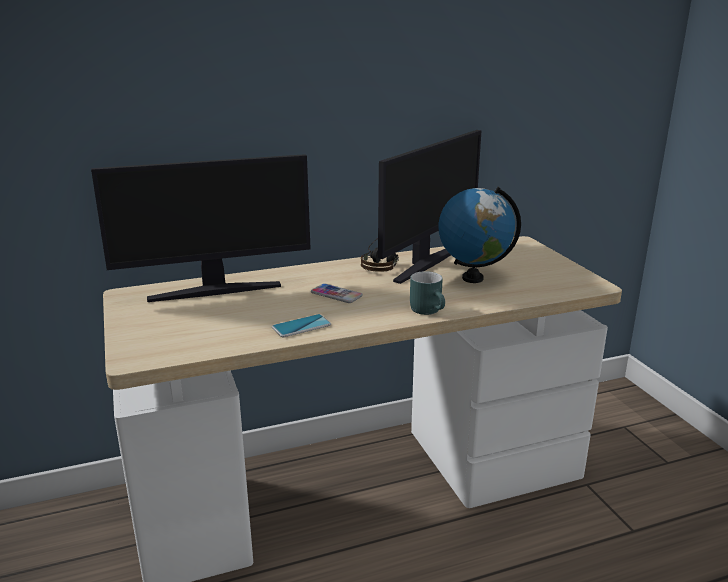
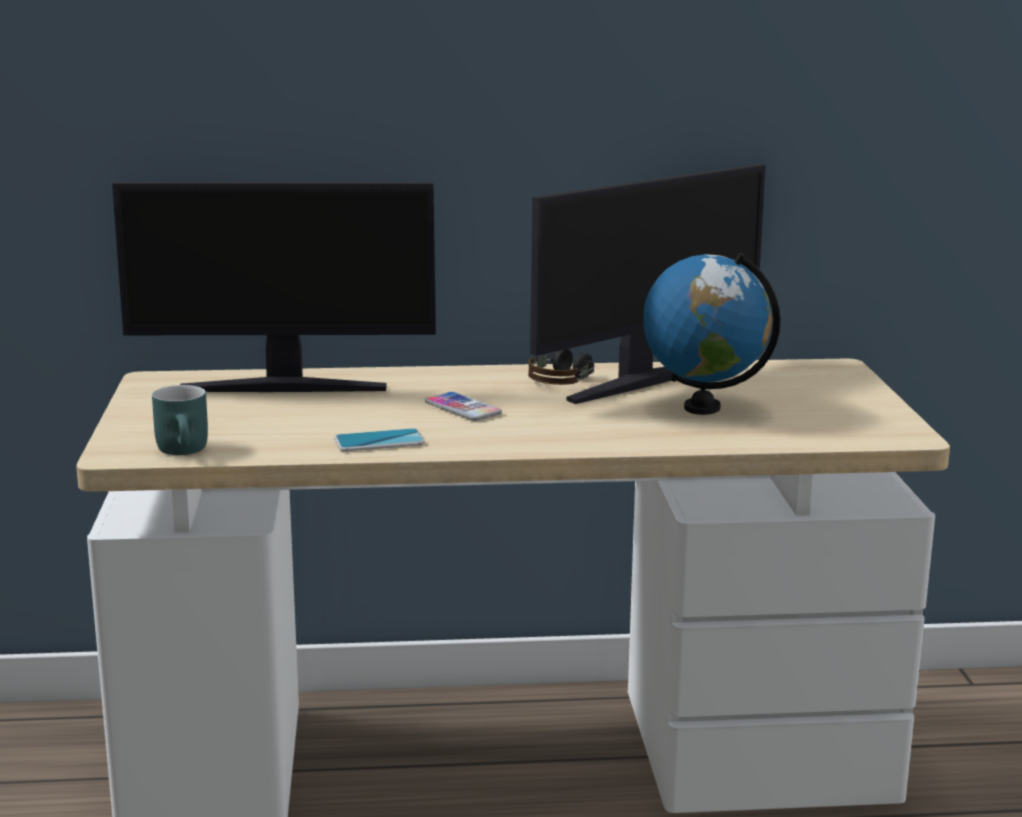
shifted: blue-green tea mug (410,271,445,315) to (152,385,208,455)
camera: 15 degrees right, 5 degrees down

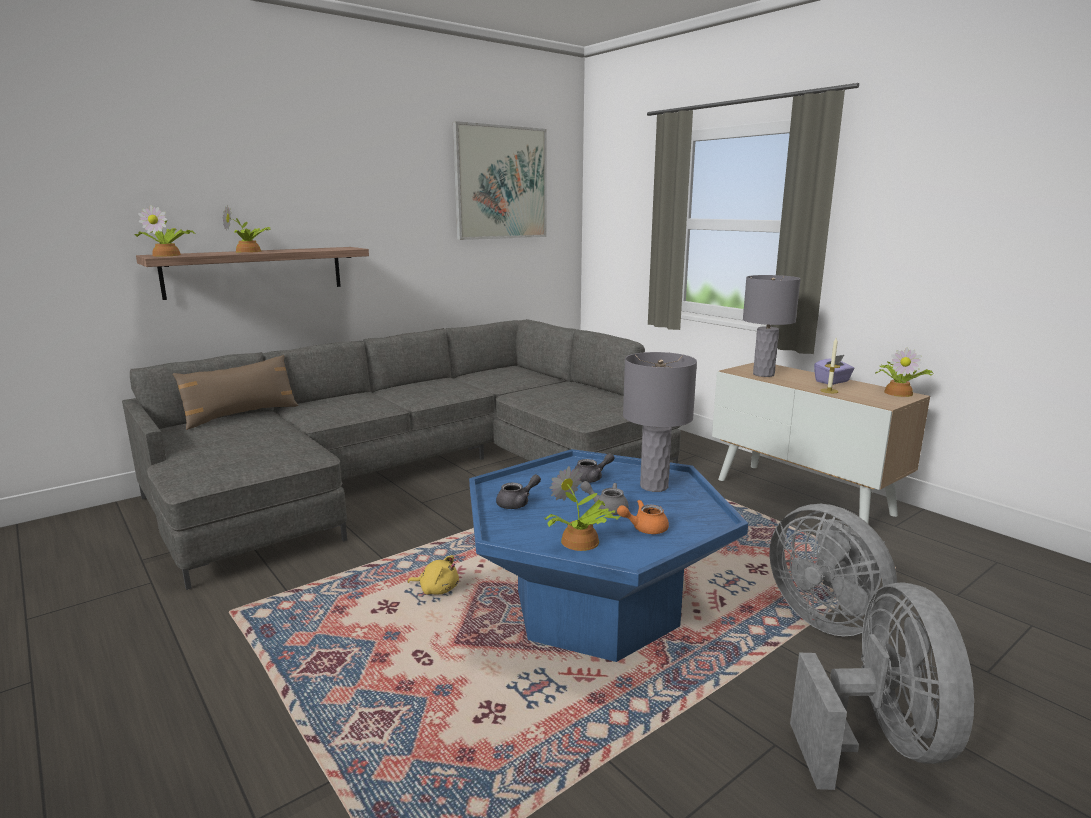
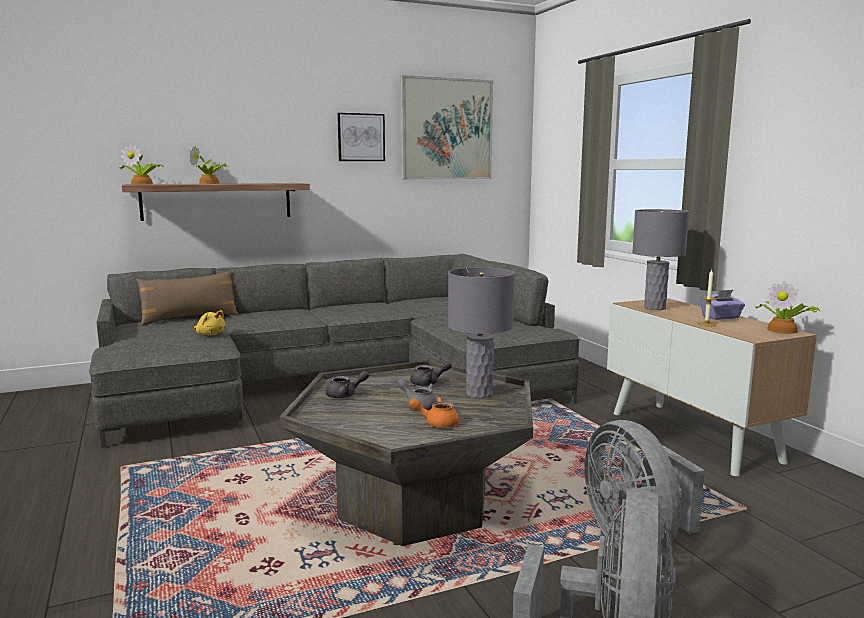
gone: plant in a pot (544,466,620,551)
new: wall picture (337,113,385,161)
shifted: yellowish cuddly toy (408,555,459,595) to (194,310,226,335)
repainted: blue-coloured low table (469,449,748,662) to gray low table (280,360,533,546)
camera: 15 degrees right, 5 degrees down

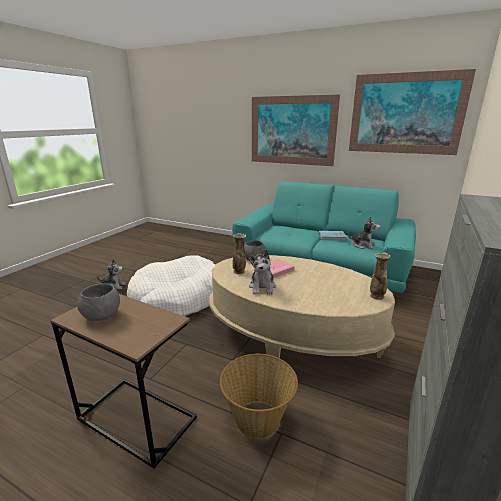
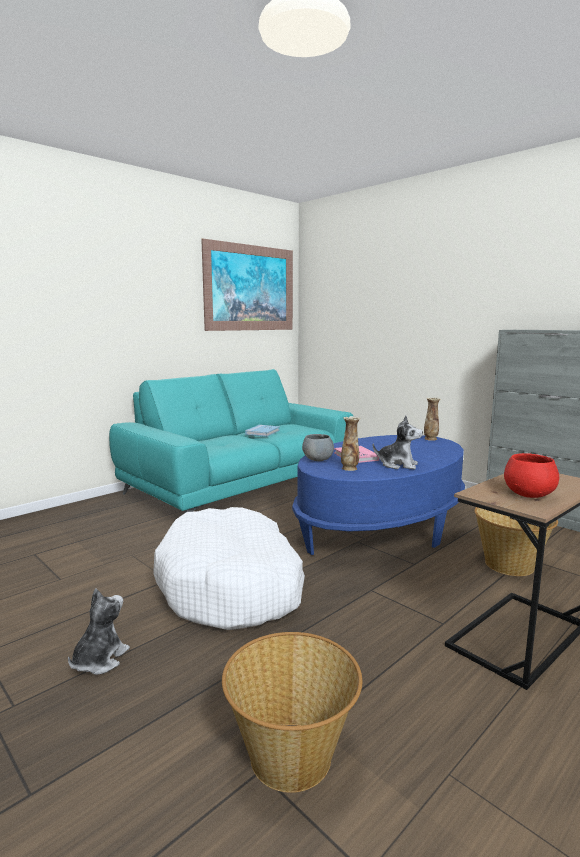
gone: wall picture (252,94,340,166); cuddly toy (348,216,381,249)
new: household basket (222,632,362,793)
repainted: sand-coloured low table (209,255,395,358) to blue-coloured low table (292,435,465,555); gray deep dish (77,284,120,321) to red deep dish (504,453,559,498)
camera: 70 degrees left, 10 degrees down

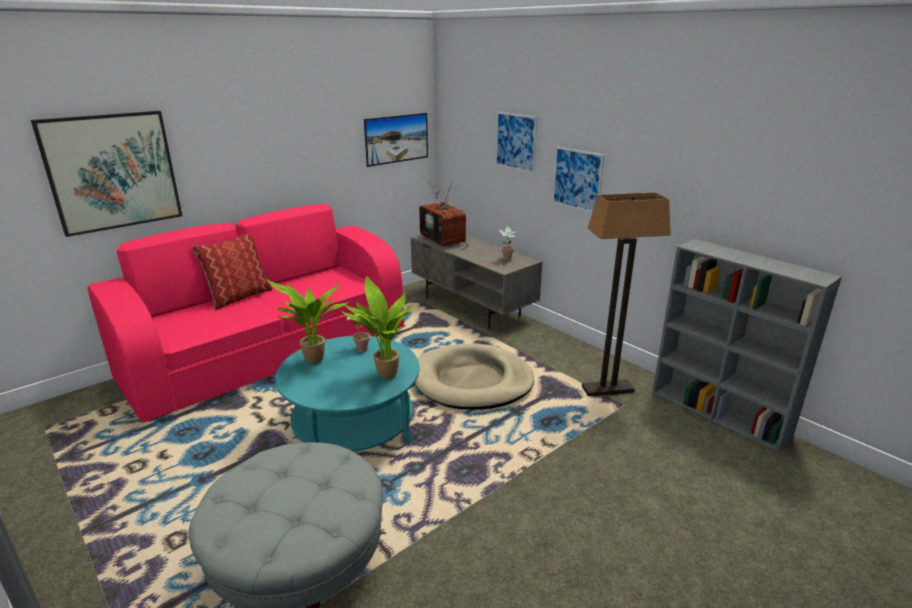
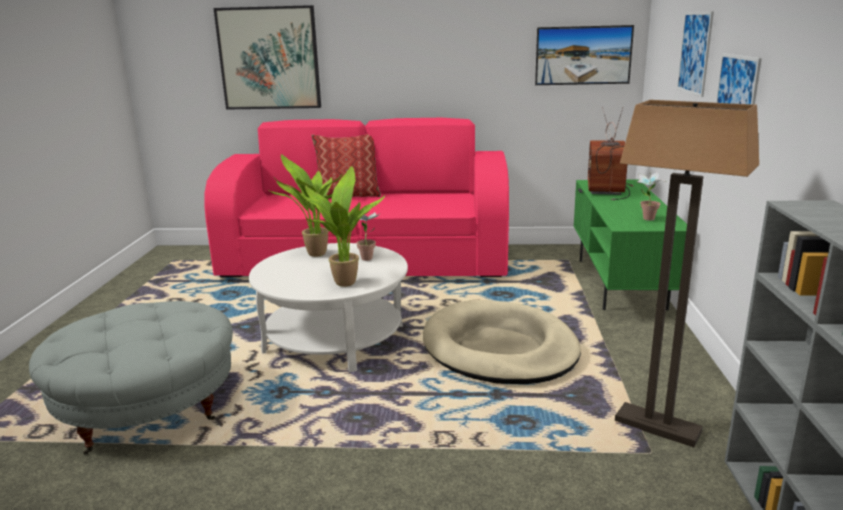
repainted: gray tv stand (410,235,543,330) to green-coloured tv stand (574,179,687,310); blue-green low table (275,336,420,452) to white low table (249,243,408,372)
camera: 45 degrees right, 5 degrees down

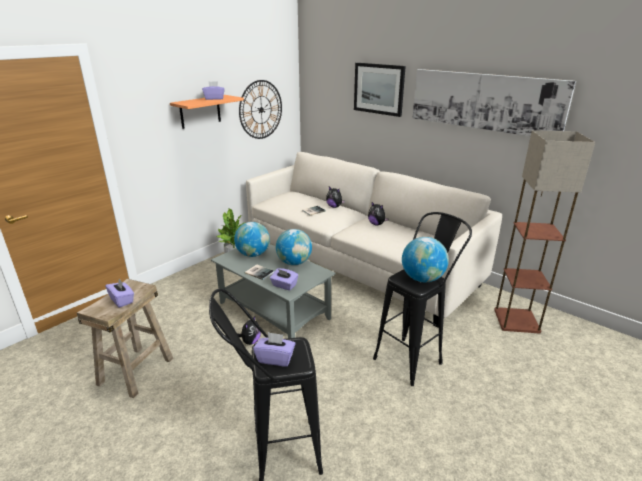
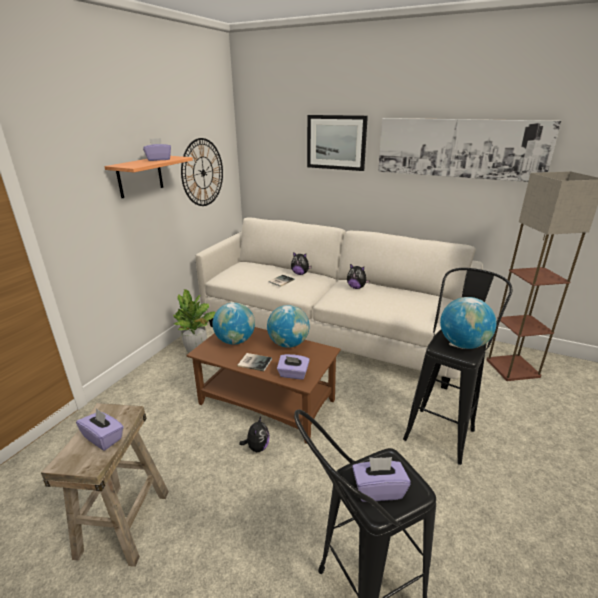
repainted: gray low table (211,244,336,338) to brown-coloured low table (186,327,341,444)
camera: 15 degrees left, 0 degrees up

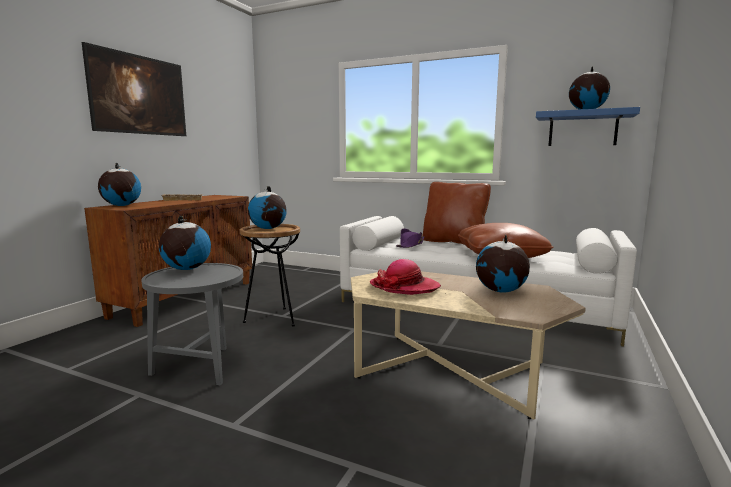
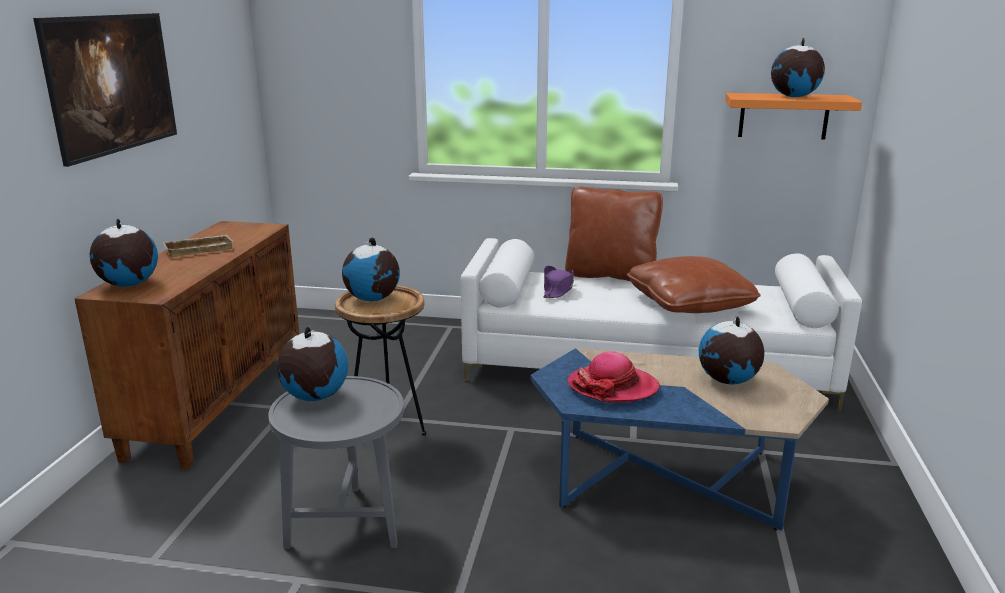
repainted: blue-coloured wall shelf (536,107,640,146) to orange-coloured wall shelf (725,93,862,139); sand-coloured low table (351,270,586,420) to blue-coloured low table (530,348,829,531)
camera: 15 degrees left, 10 degrees up

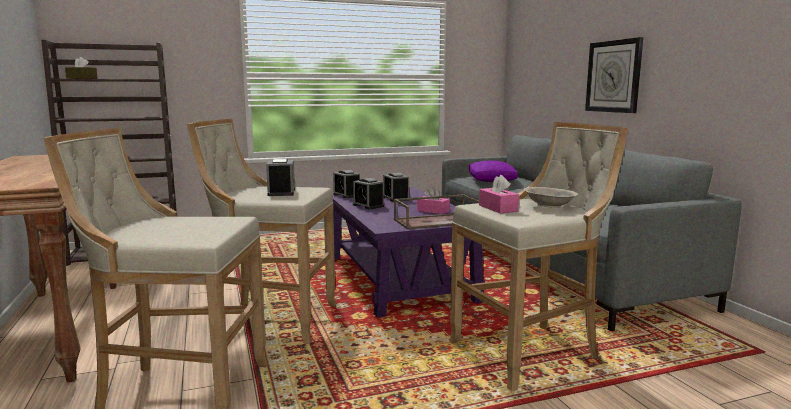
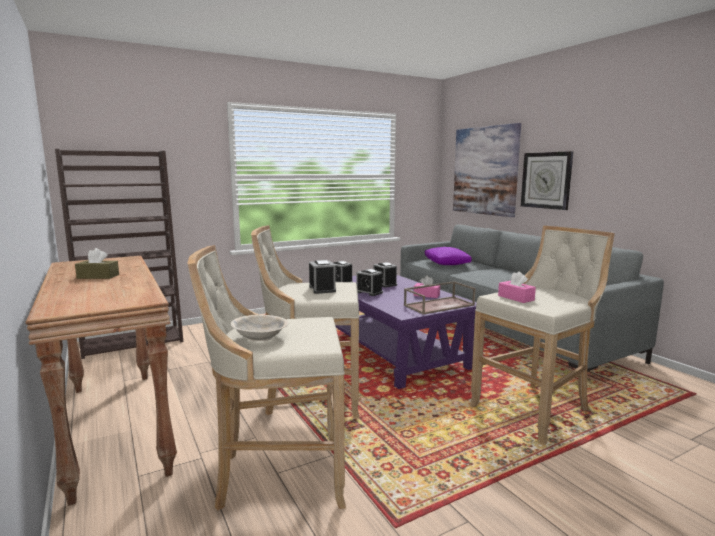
new: wall picture (453,123,521,217)
shifted: brown-coloured tissue holder (65,57,98,79) to (75,248,119,279); sand-coloured deep dish (524,187,578,208) to (231,315,288,341)
camera: 10 degrees left, 0 degrees up

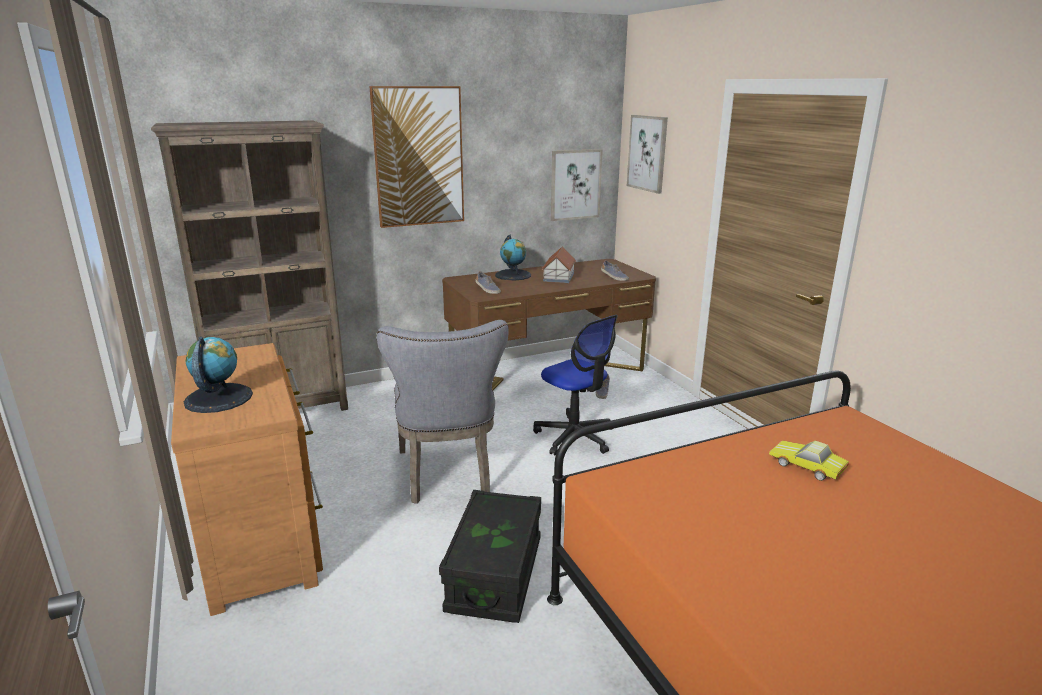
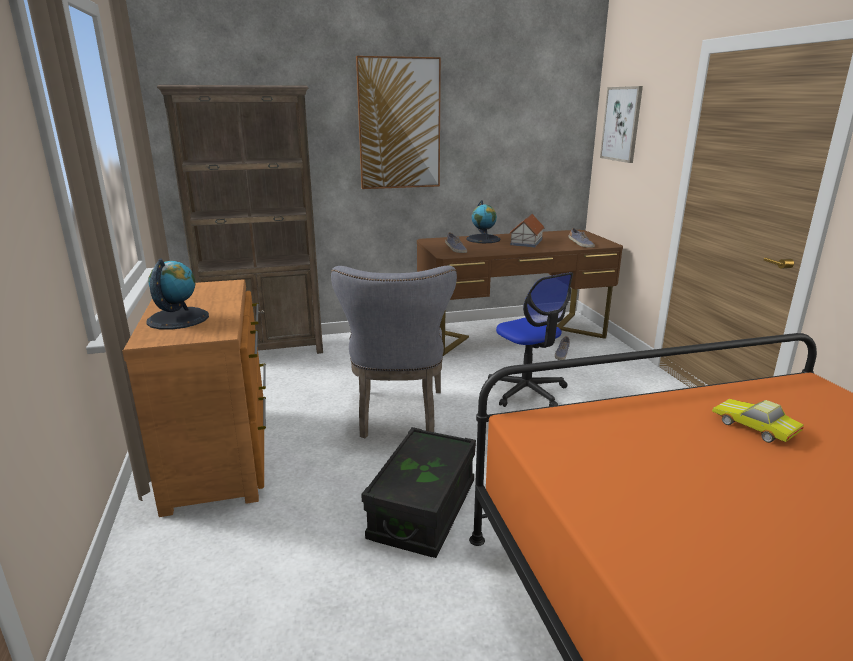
gone: wall picture (551,149,603,221)
camera: 10 degrees right, 0 degrees up

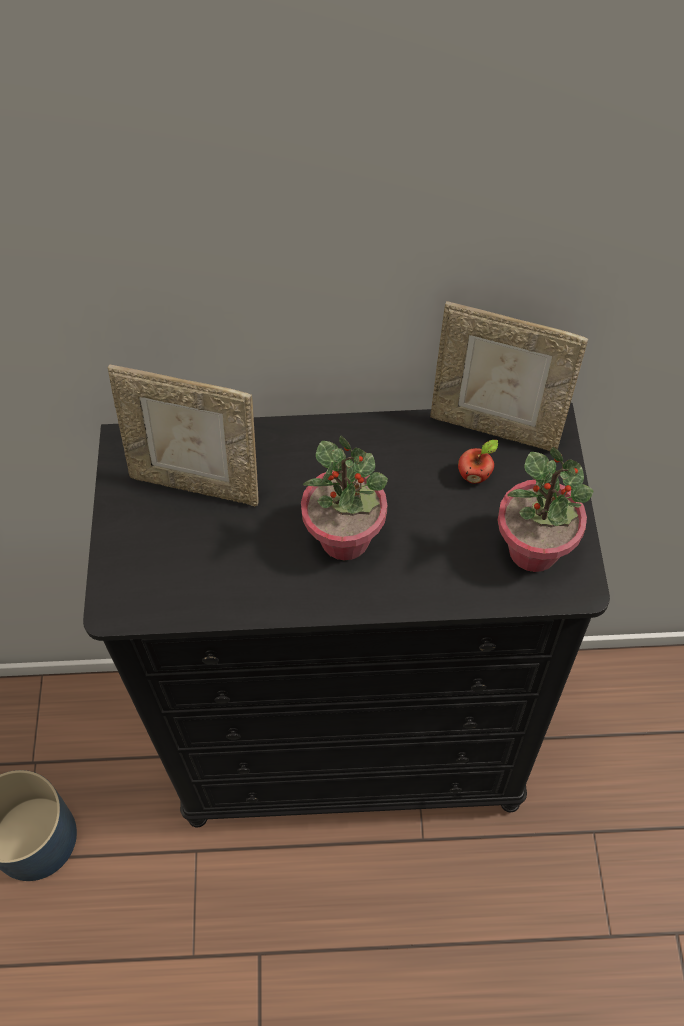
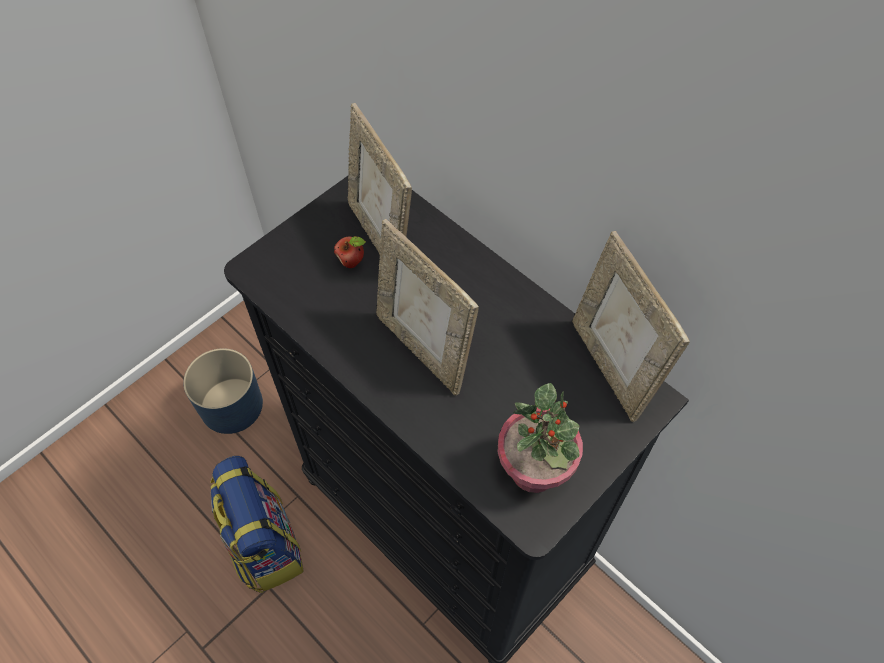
new: rucksack (210,456,304,593)
shifted: whole apple (458,440,498,483) to (334,236,366,268)
swapped: plant in a pot (301,435,388,560) to photo frame (376,219,479,396)
camera: 45 degrees right, 0 degrees up

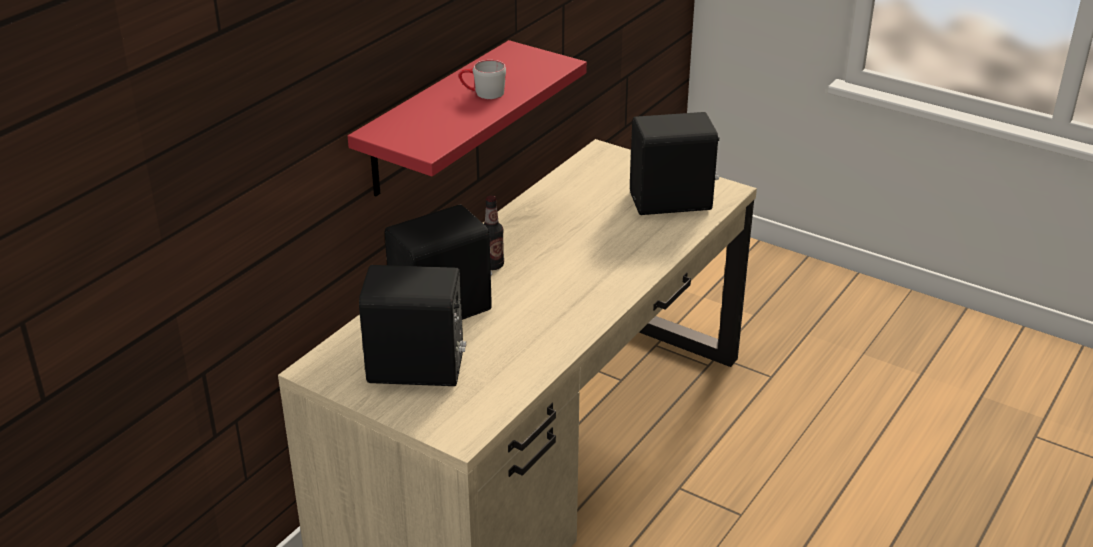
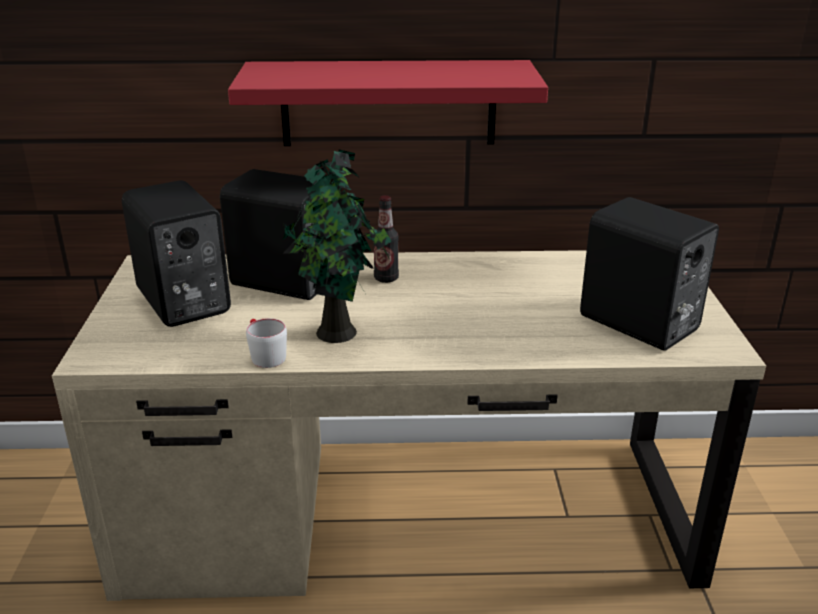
new: plant in a pot (283,149,392,343)
shifted: gray tea mug (459,60,506,99) to (246,318,287,368)
camera: 55 degrees right, 5 degrees down

